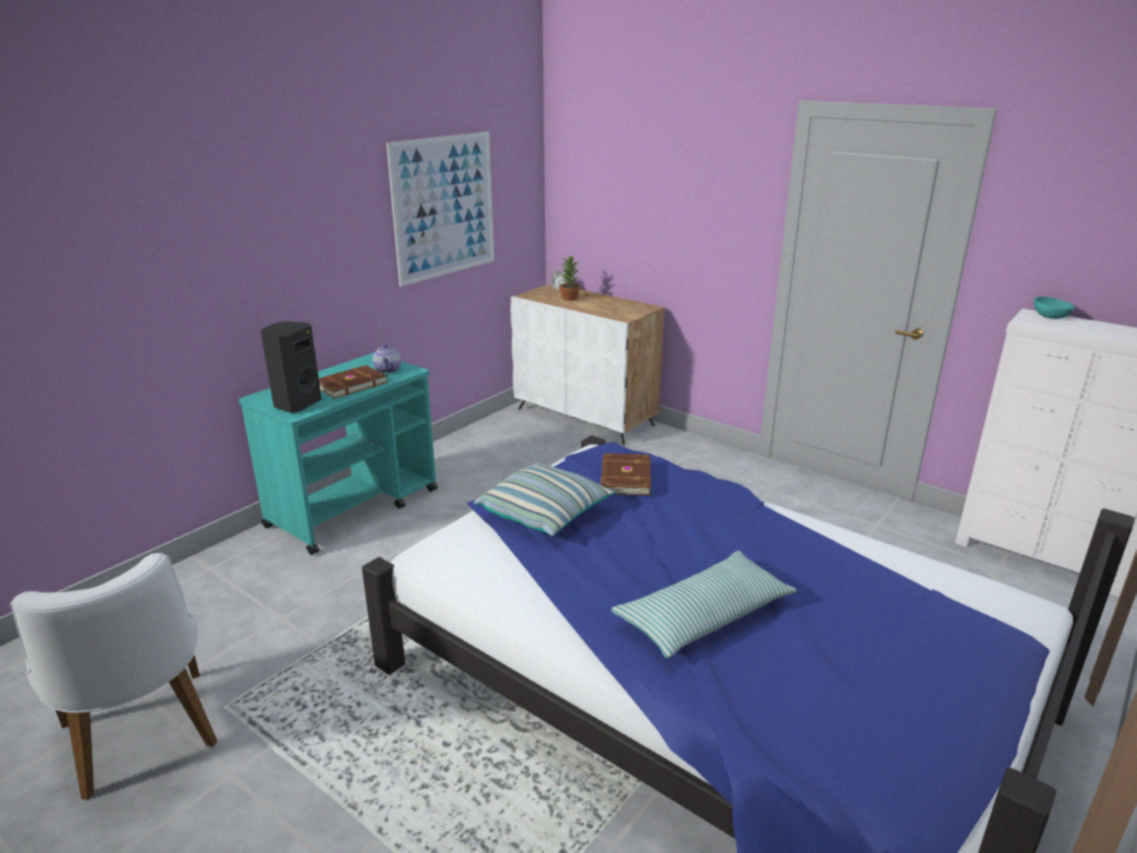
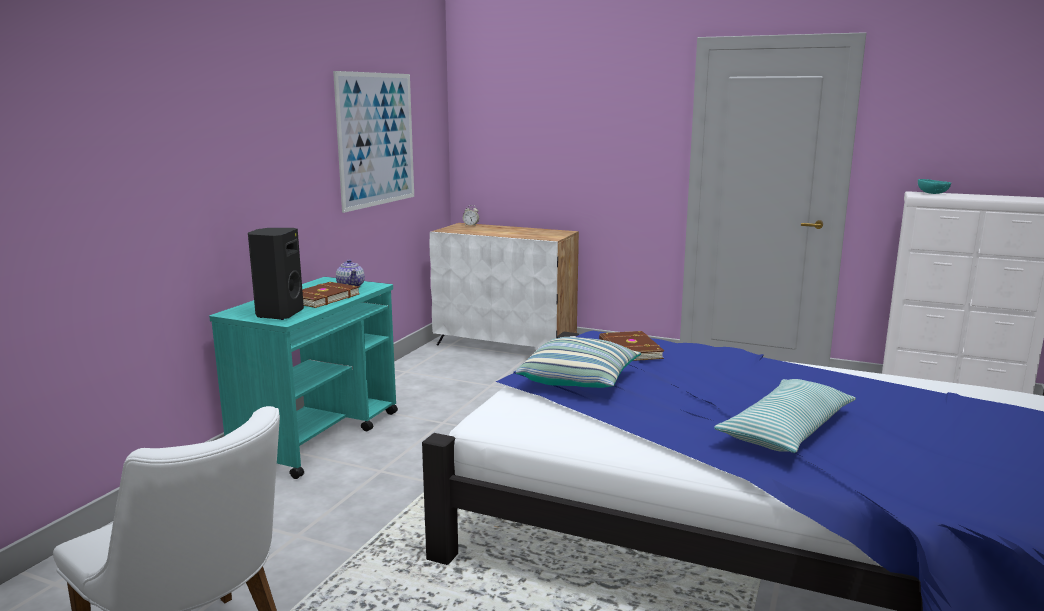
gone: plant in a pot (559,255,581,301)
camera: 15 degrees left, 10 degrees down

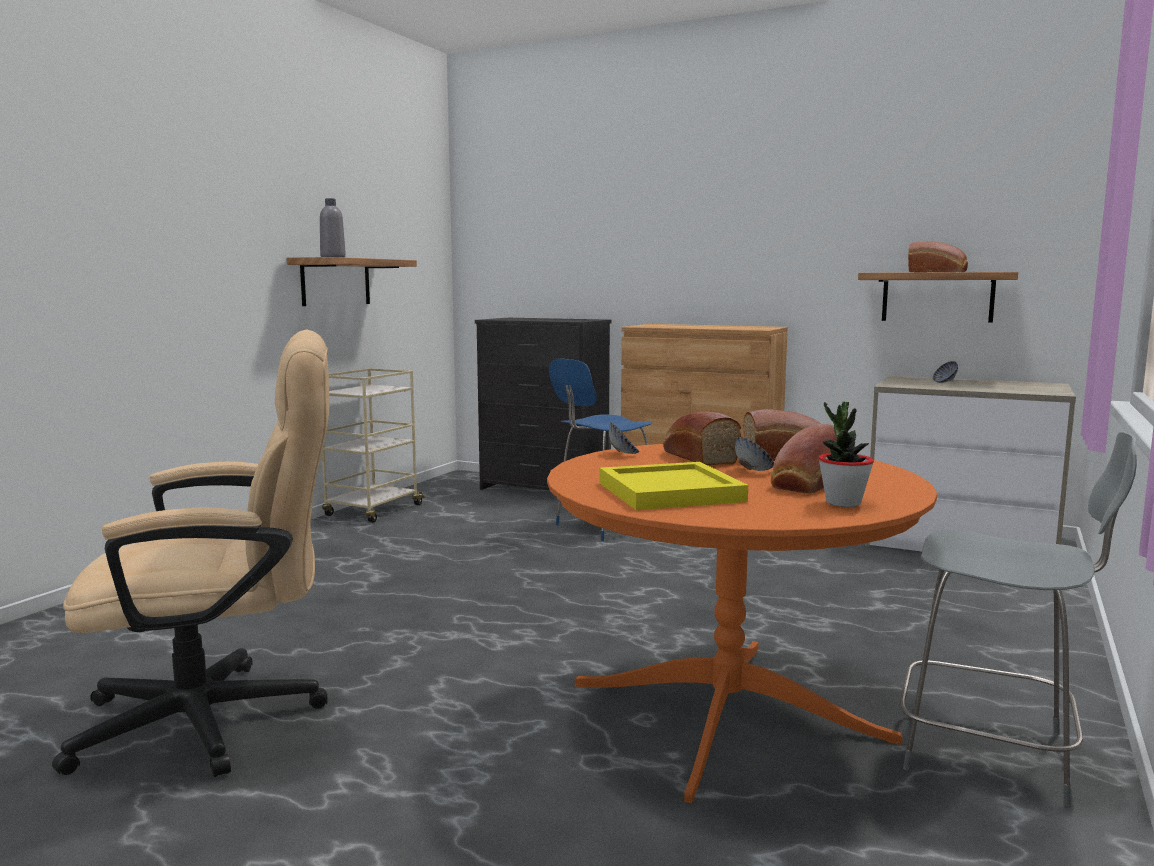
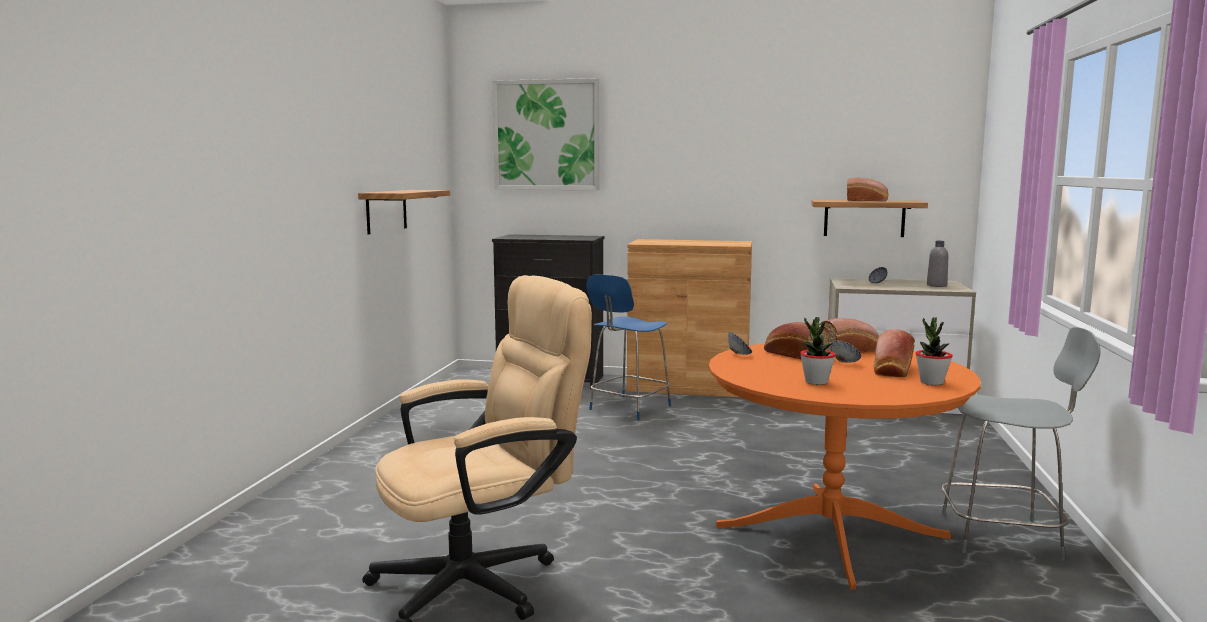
gone: sand-coloured wheeled cart (322,368,425,523)
new: wall picture (492,78,599,190)
shifted: gray beverage bottle (320,198,346,257) to (927,241,948,287)
swapped: yellowish carrying tray (599,462,748,510) to plant in a pot (800,317,836,385)
camera: 15 degrees left, 0 degrees up

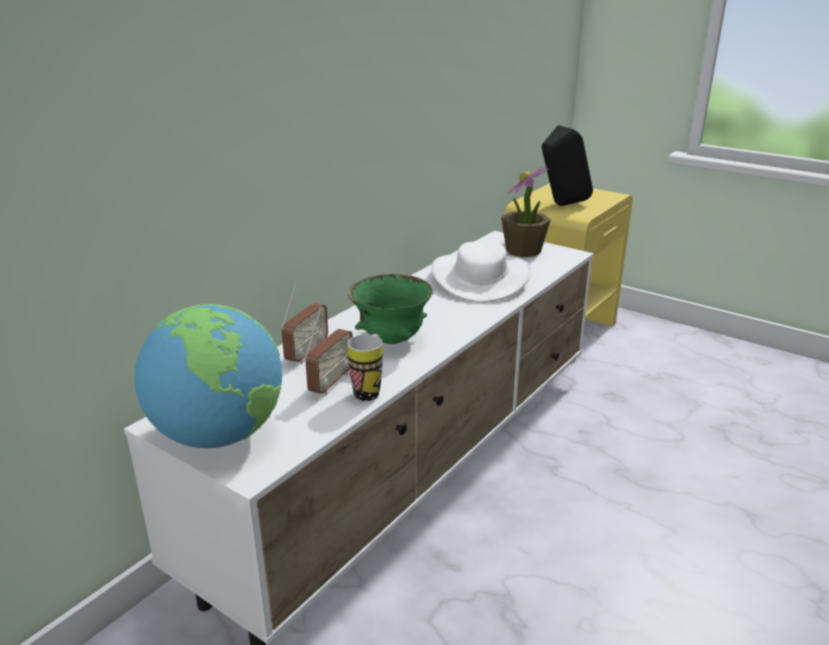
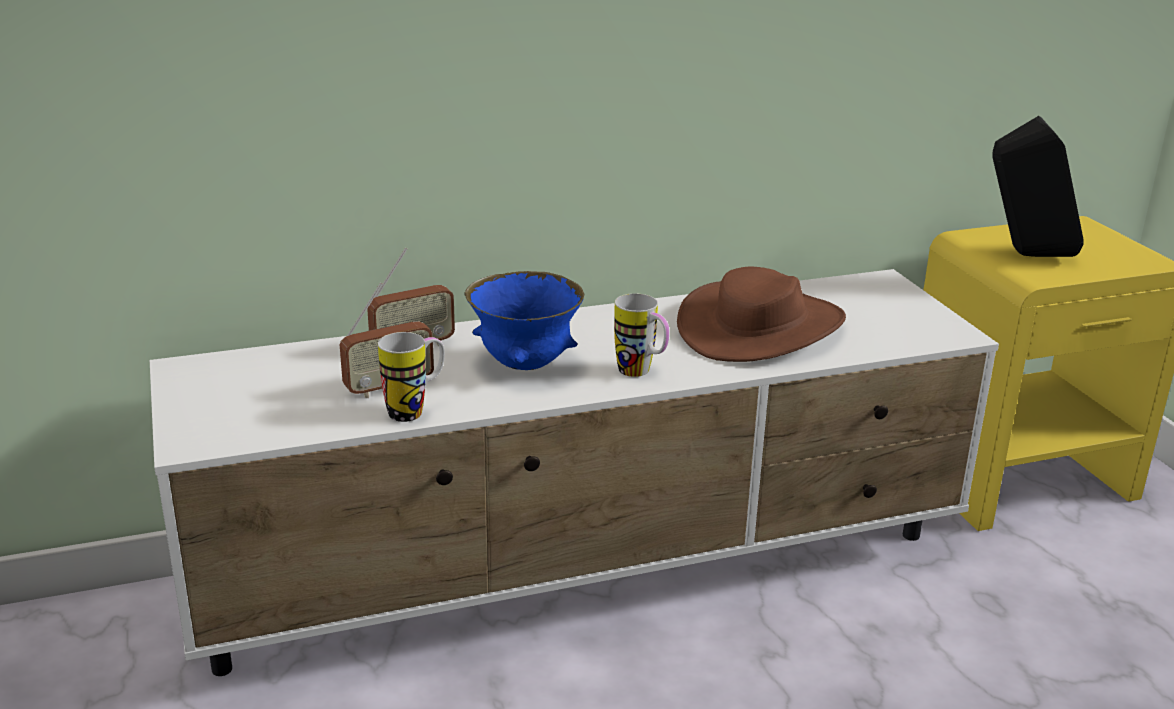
gone: plant in a pot (501,166,551,257); desk globe (134,304,282,448)
new: tea mug (614,294,670,377)
repainted: white hat (432,242,531,303) to brown-coloured hat (677,267,846,362); green-coloured deep dish (348,274,433,344) to blue-coloured deep dish (464,271,584,370)
camera: 35 degrees right, 0 degrees up

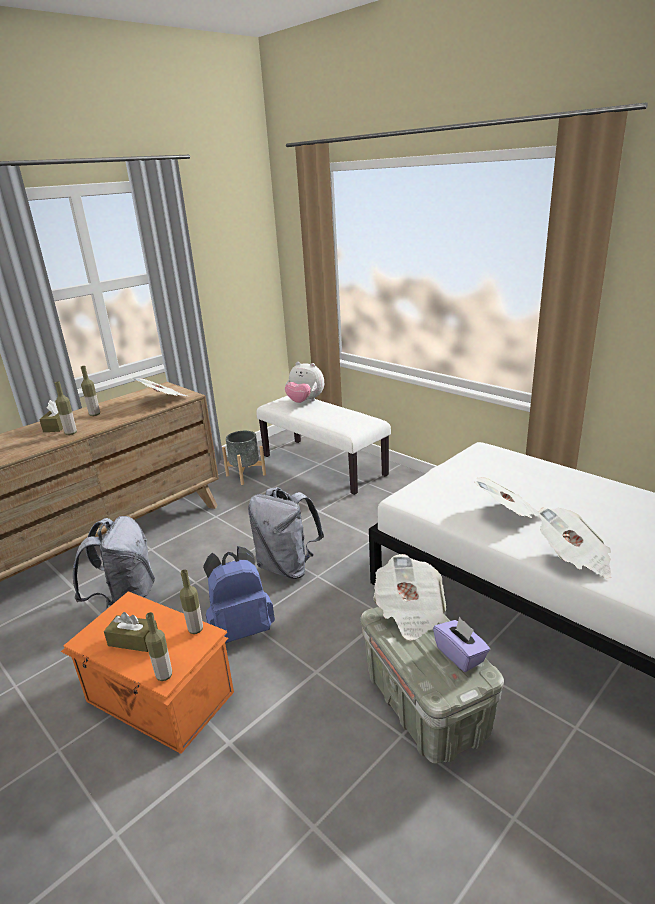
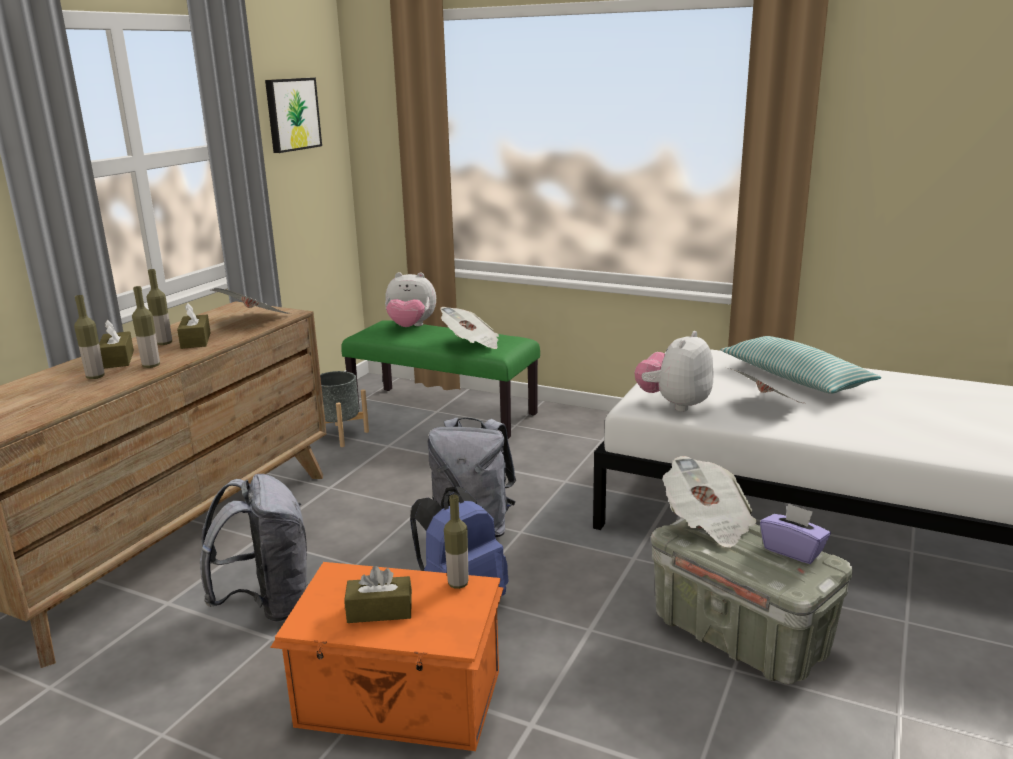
new: wall picture (265,78,322,153); brown-coloured tissue holder (177,303,211,349); cuddly toy (635,331,713,412); cushion (721,336,881,394)
shifted: daily paper (539,507,611,579) to (440,307,499,349); beverage bottle (145,612,172,681) to (74,295,105,379)
repainted: white bench (256,396,391,495) to green-coloured bench (341,320,540,439)
camera: 20 degrees left, 5 degrees down

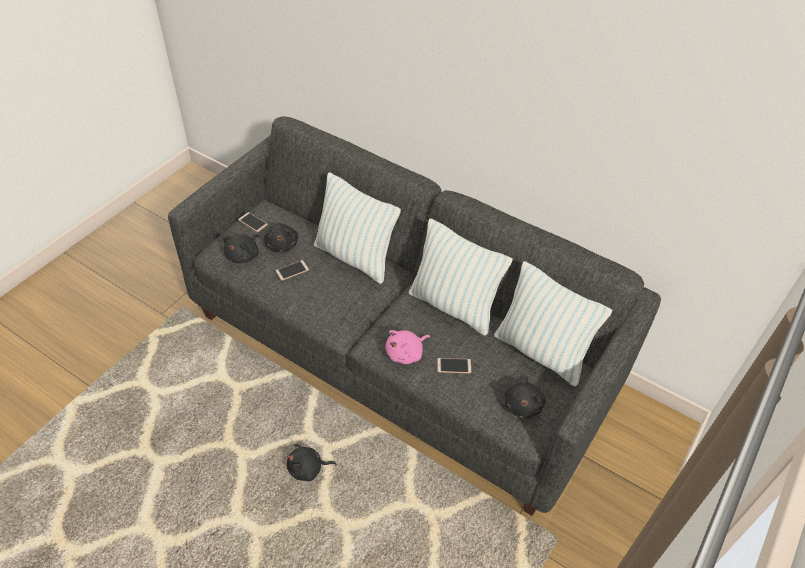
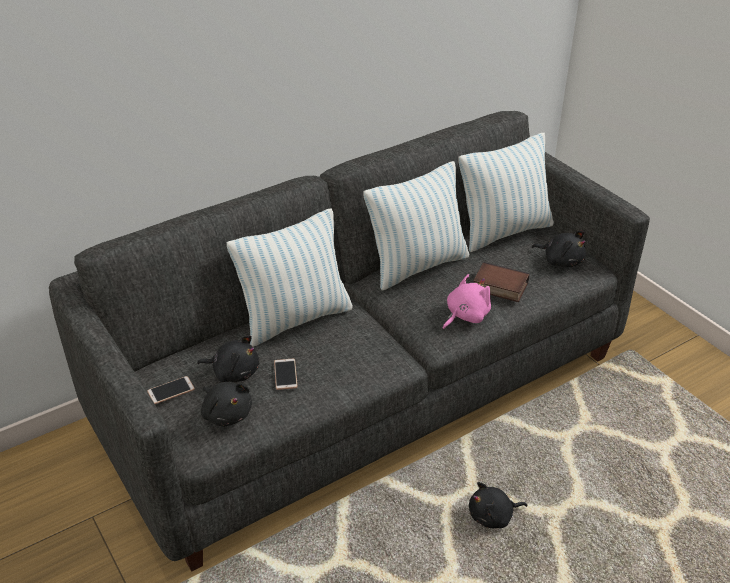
swapped: handset (437,358,471,373) to book (473,262,529,302)
rotated: pink cuddly toy (385,330,430,364) = (443,274,491,330) 120 degrees counterclockwise; blackish cuddly toy (287,444,337,481) = (469,482,527,528) 60 degrees clockwise
camera: 65 degrees left, 10 degrees down

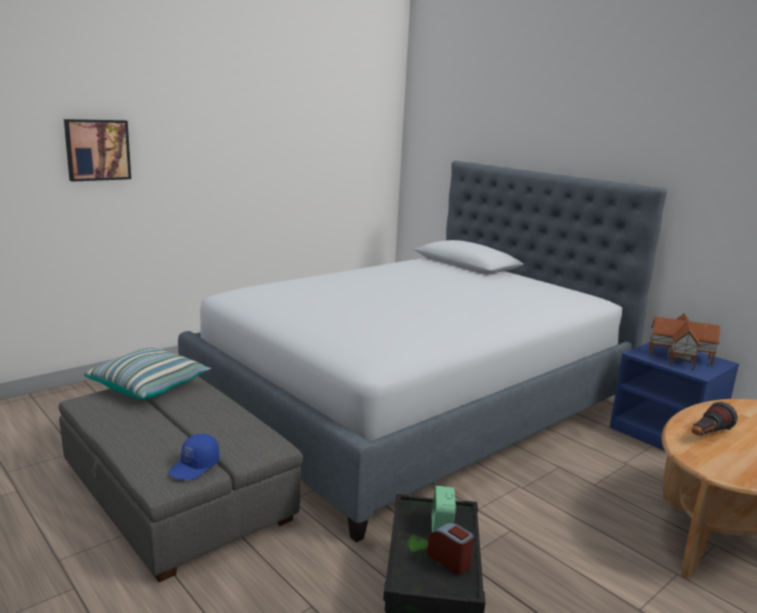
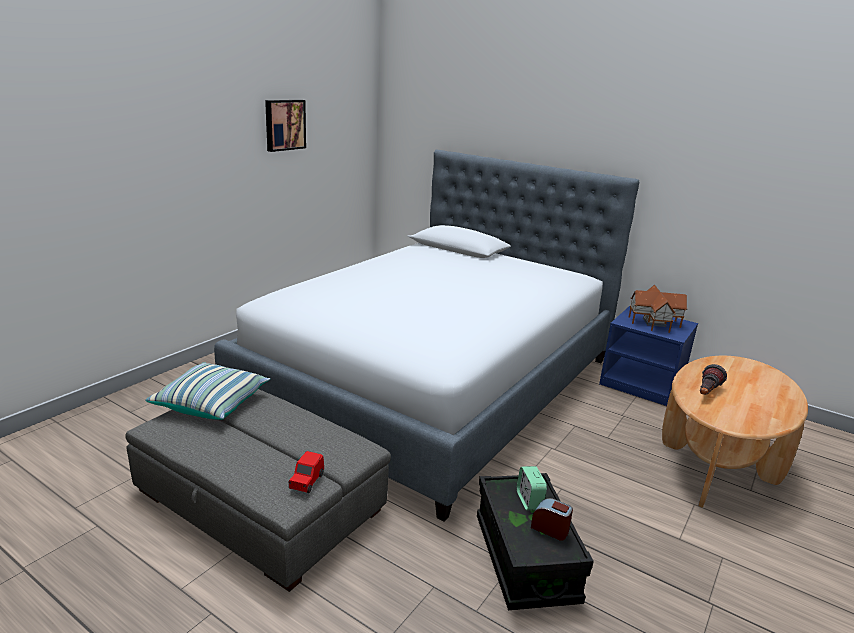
shifted: wall picture (64,119,131,182) to (265,100,306,152)
swapped: blue-coloured peaked cap (169,434,219,480) to red miniature car (289,451,324,493)
camera: 15 degrees left, 5 degrees up

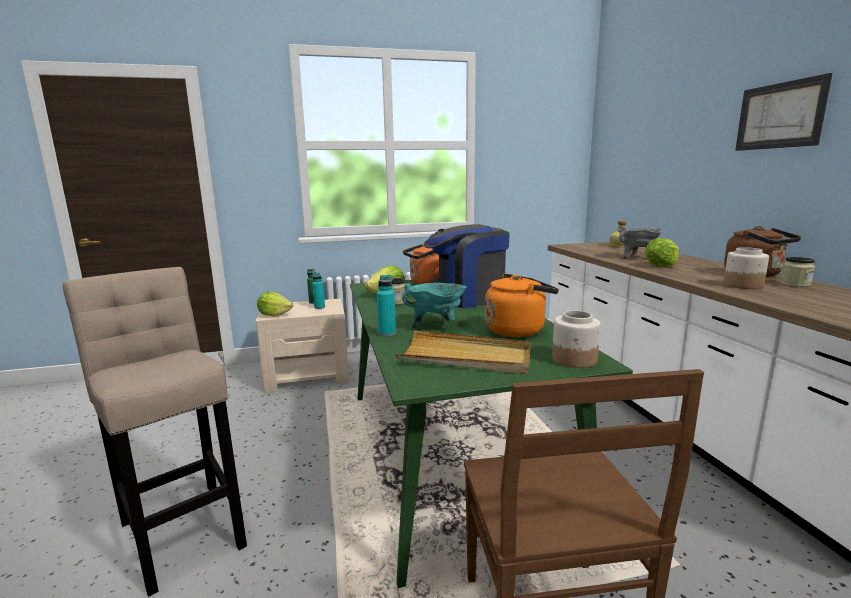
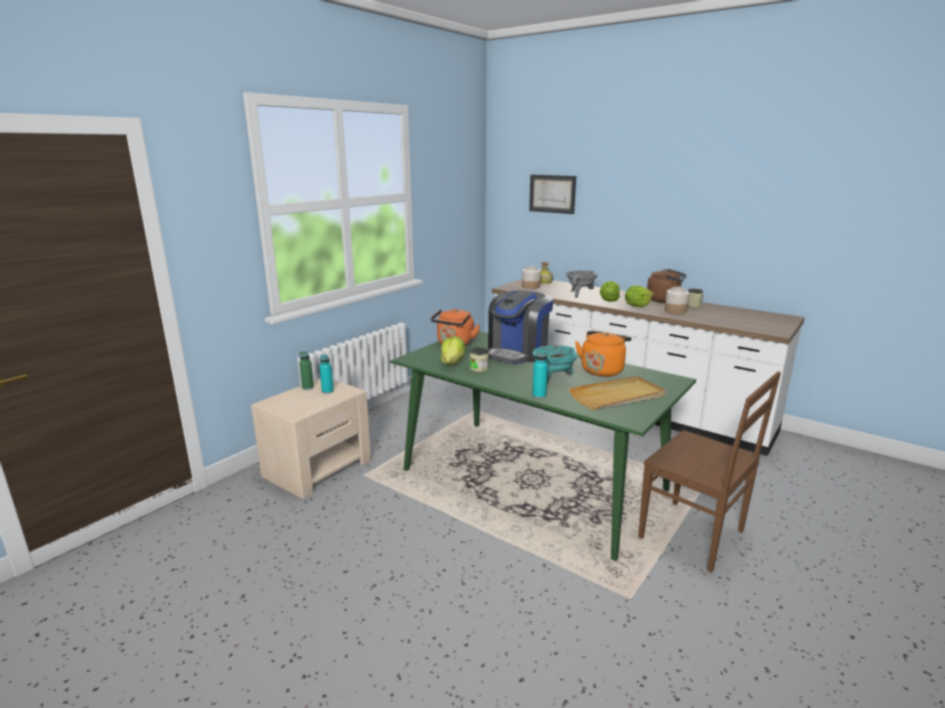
gone: sand-coloured sitting stool (63,267,247,597)
shifted: wall picture (735,73,832,151) to (529,175,576,214); lettuce (257,292,293,317) to (625,286,654,307); jar (552,310,601,368) to (522,266,541,289)
camera: 40 degrees left, 5 degrees up

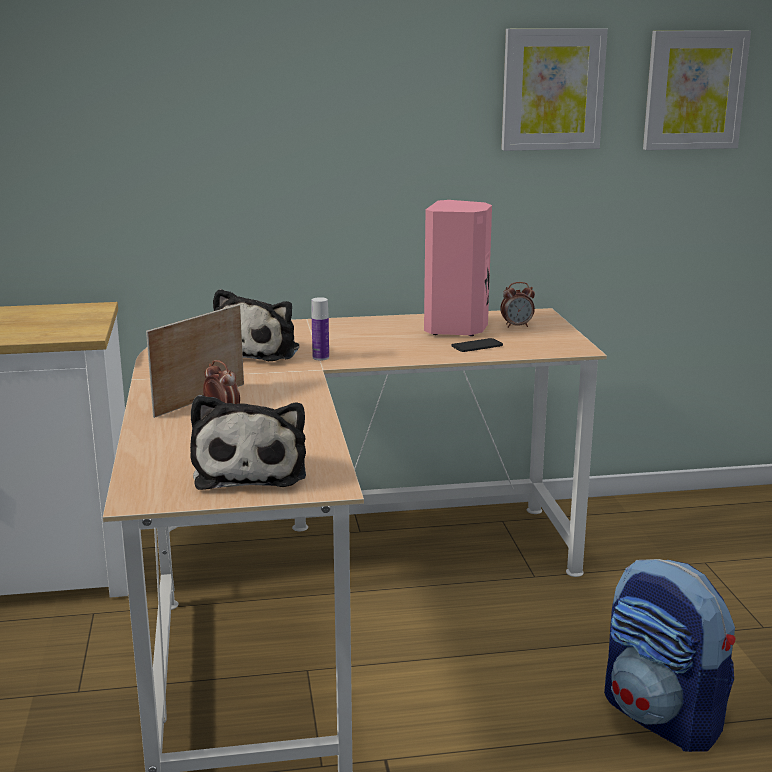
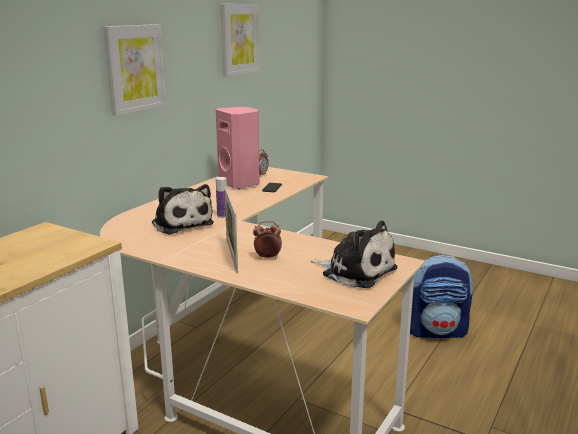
shifted: wall picture (643,31,751,150) to (103,24,167,116)
camera: 50 degrees left, 0 degrees up

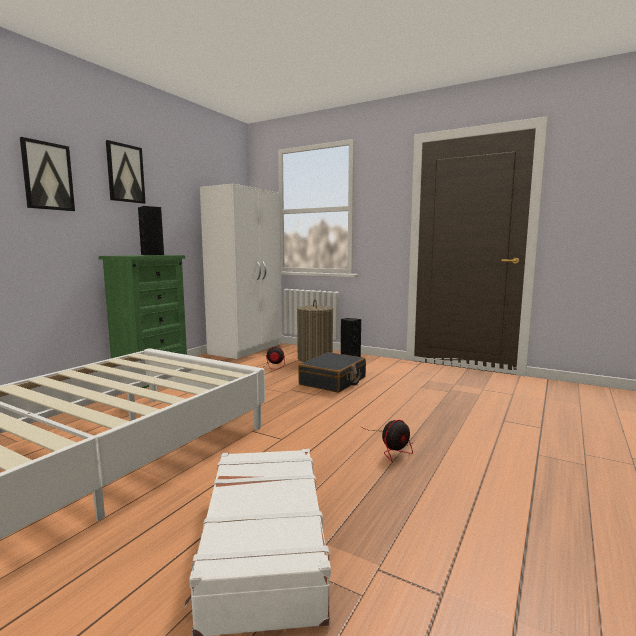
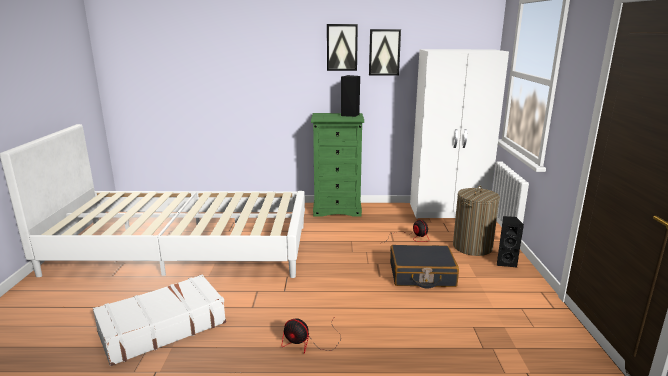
shifted: wall picture (20,137,75,211) to (369,29,401,76)
camera: 60 degrees right, 10 degrees up

